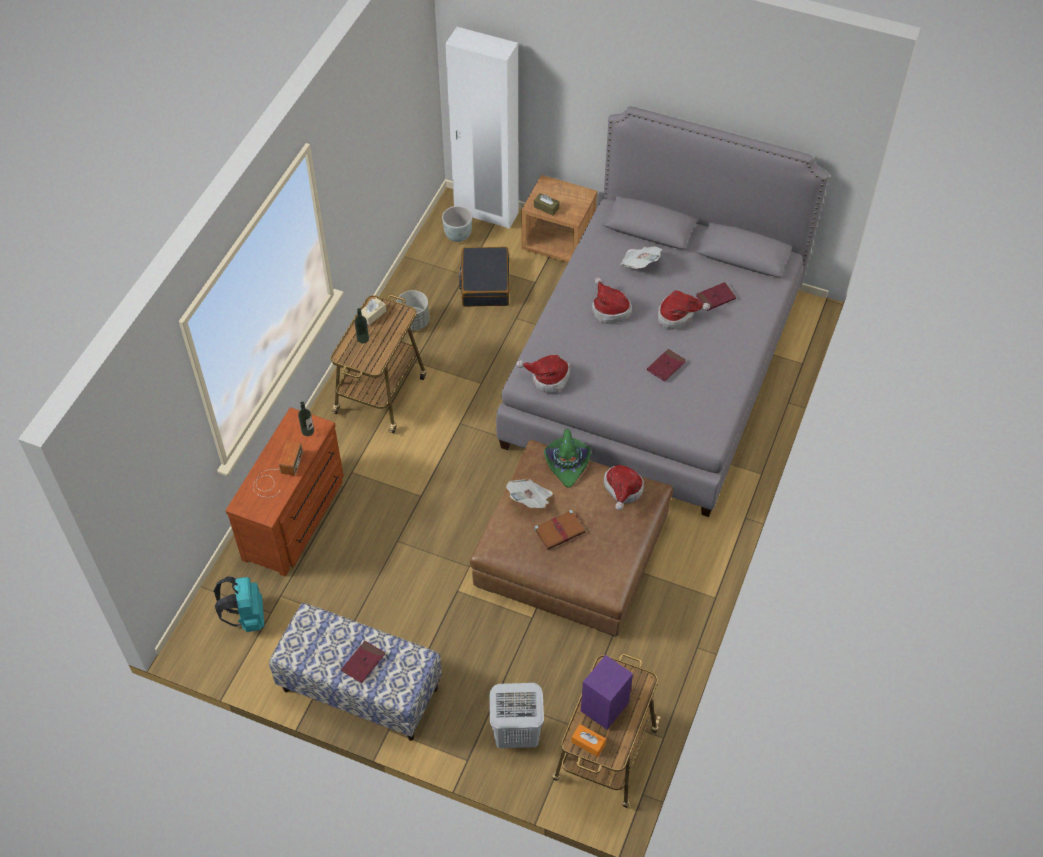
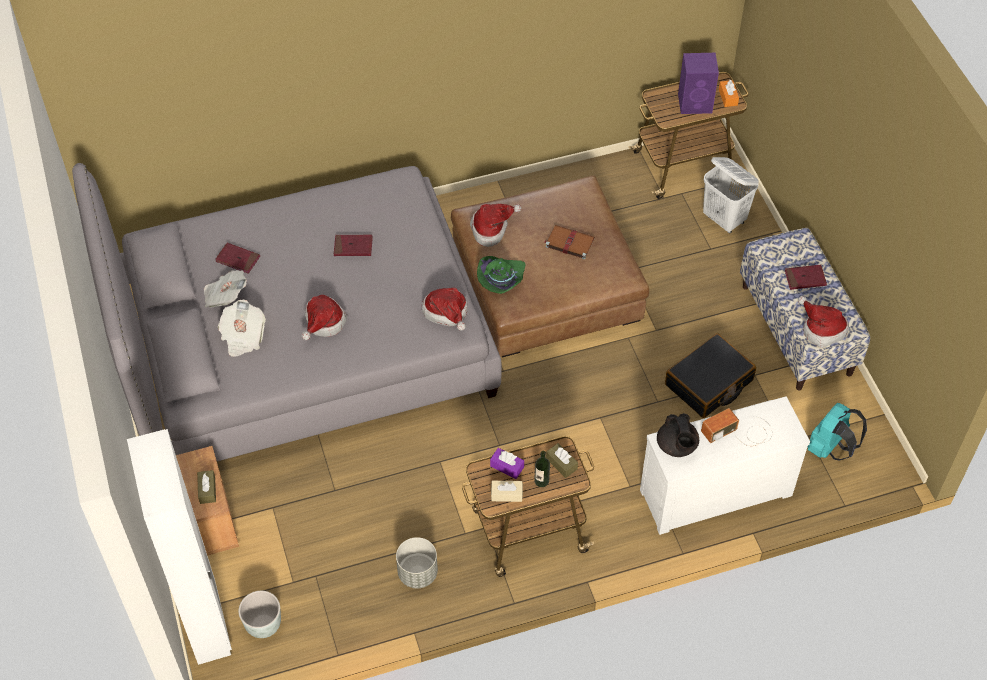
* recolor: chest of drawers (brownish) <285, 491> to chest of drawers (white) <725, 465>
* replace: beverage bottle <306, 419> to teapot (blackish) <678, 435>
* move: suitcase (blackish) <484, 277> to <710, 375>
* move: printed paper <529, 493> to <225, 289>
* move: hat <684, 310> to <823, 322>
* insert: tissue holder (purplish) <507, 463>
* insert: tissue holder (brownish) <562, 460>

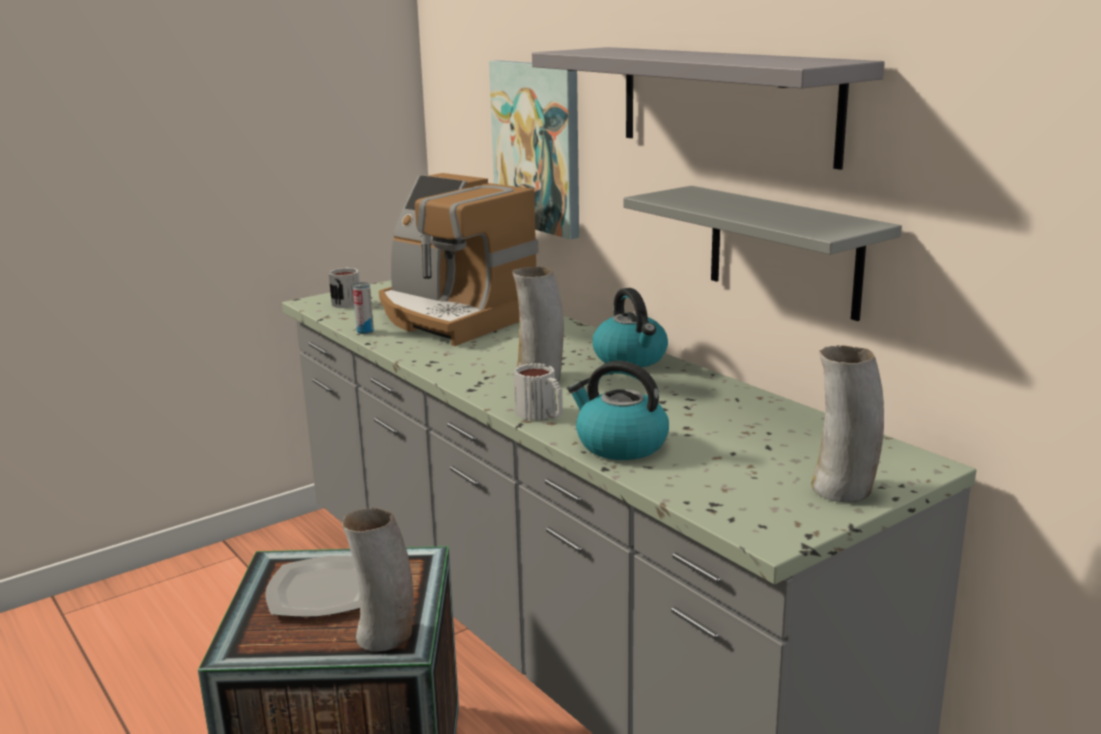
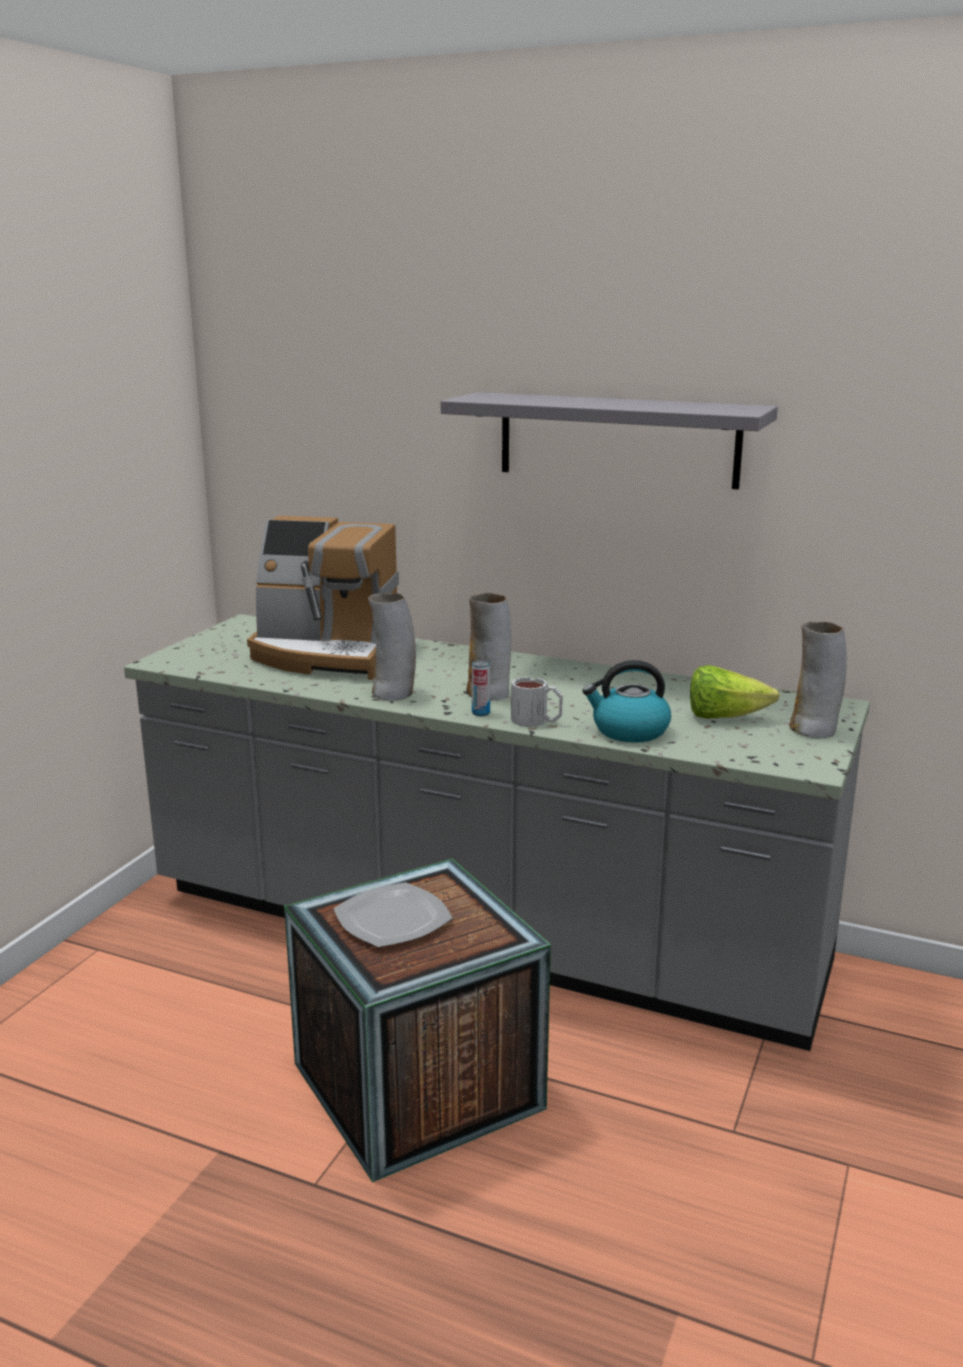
* delete: tea mug <344, 288>
* move: vase <378, 579> to <392, 647>
* move: sealed can <363, 308> to <481, 688>
* delete: wall picture <534, 149>
* delete: water kettle <630, 327>
* delete: shelf (grey) <762, 253>
* insert: head of lettuce <735, 692>

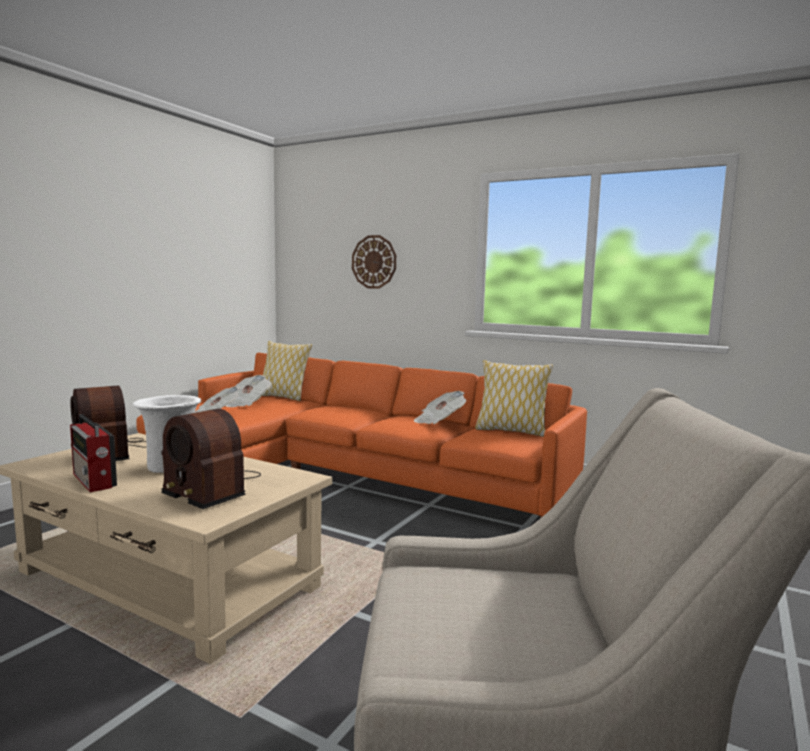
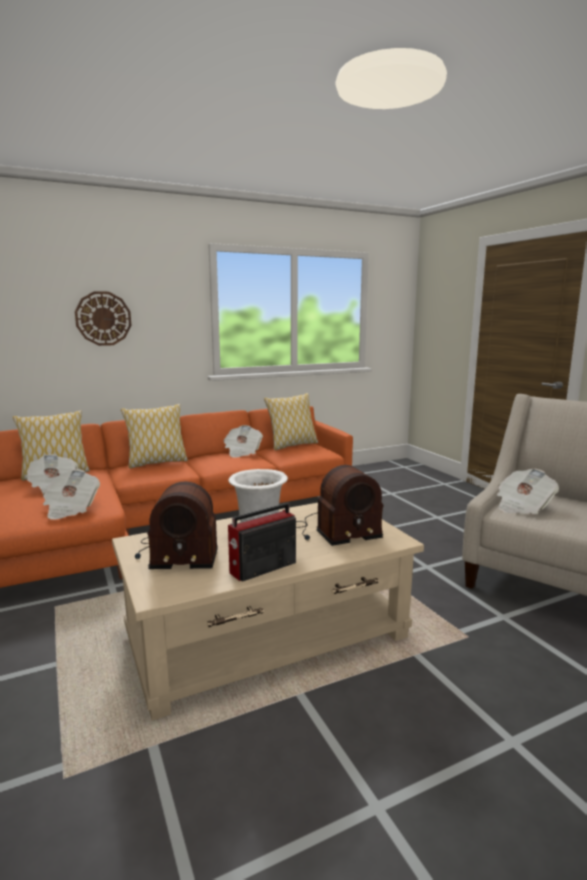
* rotate: radio set <93, 453> = <262, 542> 150 degrees clockwise
* insert: throw pillow <154, 436>
* insert: printed paper <528, 492>

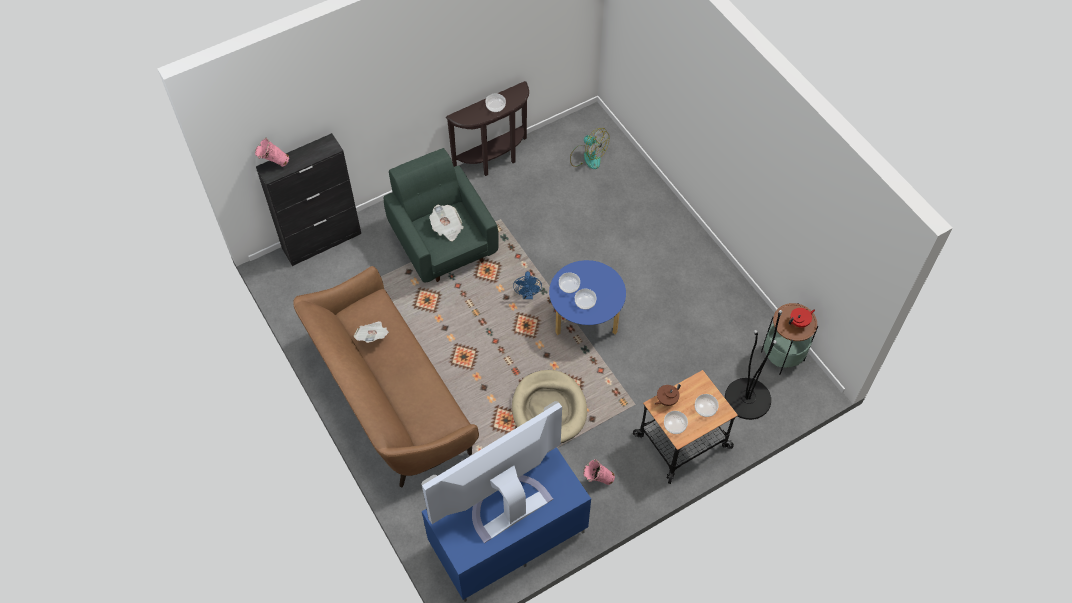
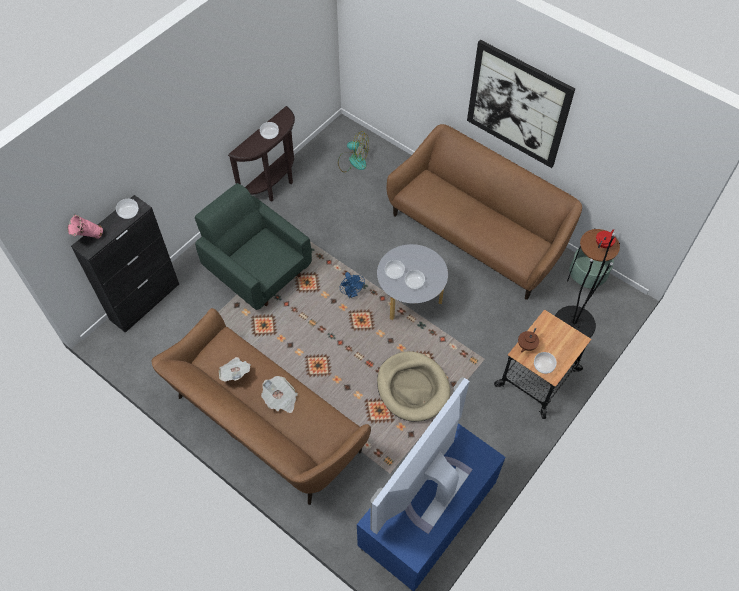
* move: printed paper <446, 223> to <279, 394>
* recolor: lounge table (blue-coloured) <587, 297> to lounge table (grey) <412, 282>
* delete: vase (pinkish) <599, 472>
* move: serving bowl <707, 405> to <127, 209>
* insert: couch (brownish) <484, 212>
* insert: wall picture <521, 104>

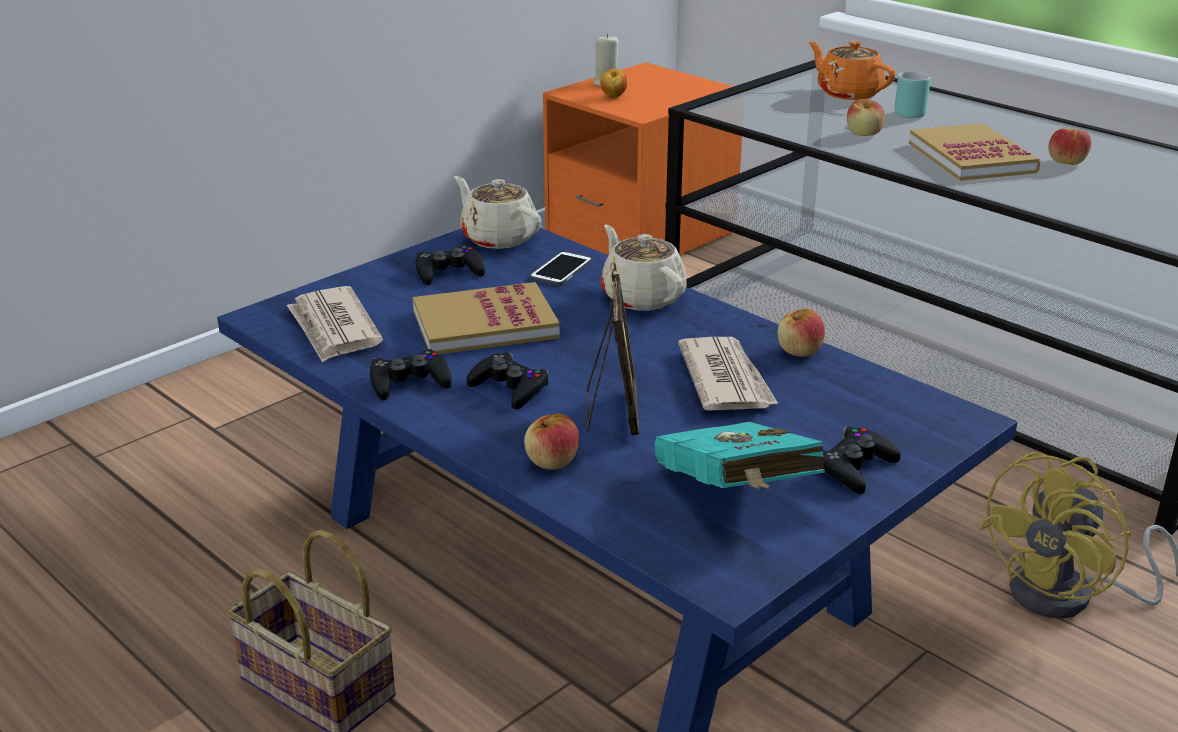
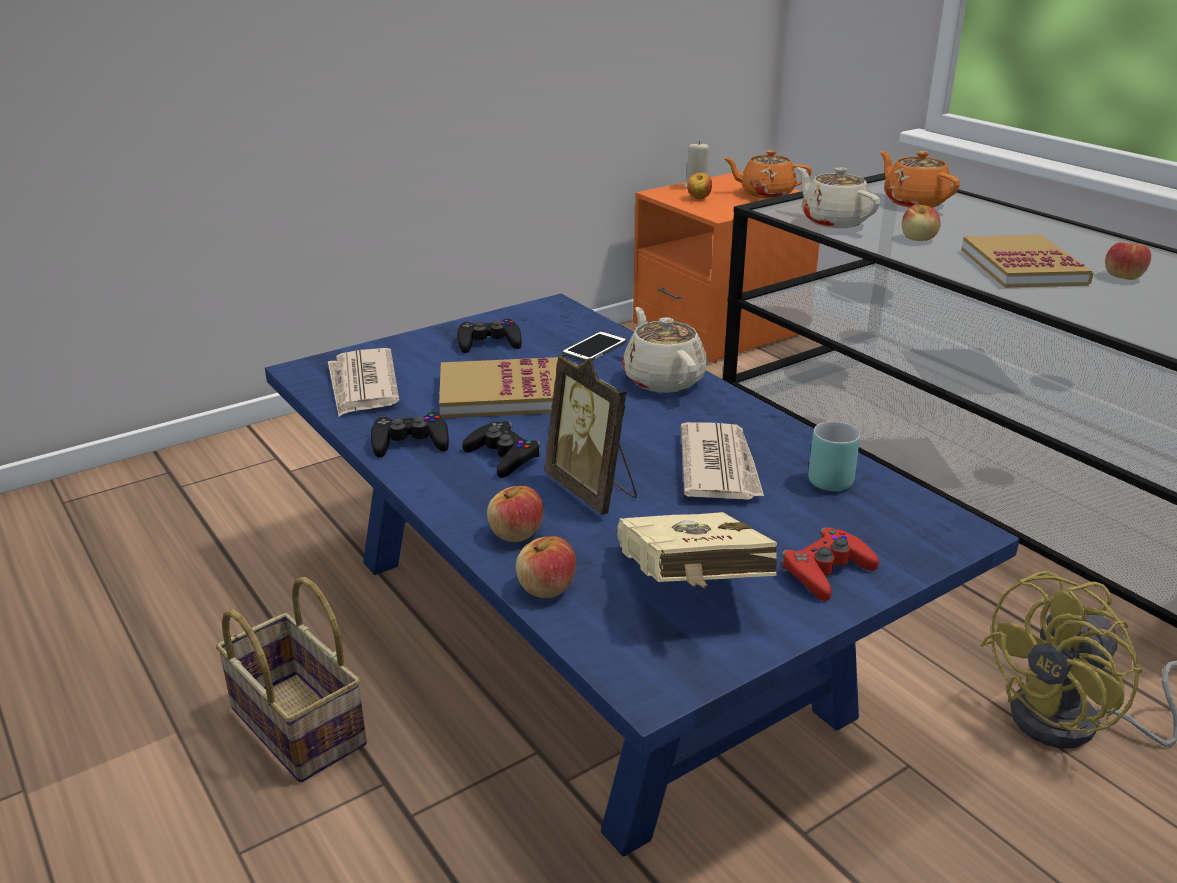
* move: teapot (sand-coloured) <498, 212> to <838, 197>
* rotate: photo frame <613, 354> = <590, 434> 135 degrees clockwise
* recolor: bound book (turquoise-coloured) <740, 455> to bound book (sand-coloured) <697, 550>
* move: whole apple <801, 333> to <546, 567>
* recolor: gamepad (blackish) <861, 460> to gamepad (red-coloured) <830, 564>
* move: tea mug (turquoise-coloured) <912, 94> to <834, 456>
* insert: teapot (orange-coloured) <767, 174>

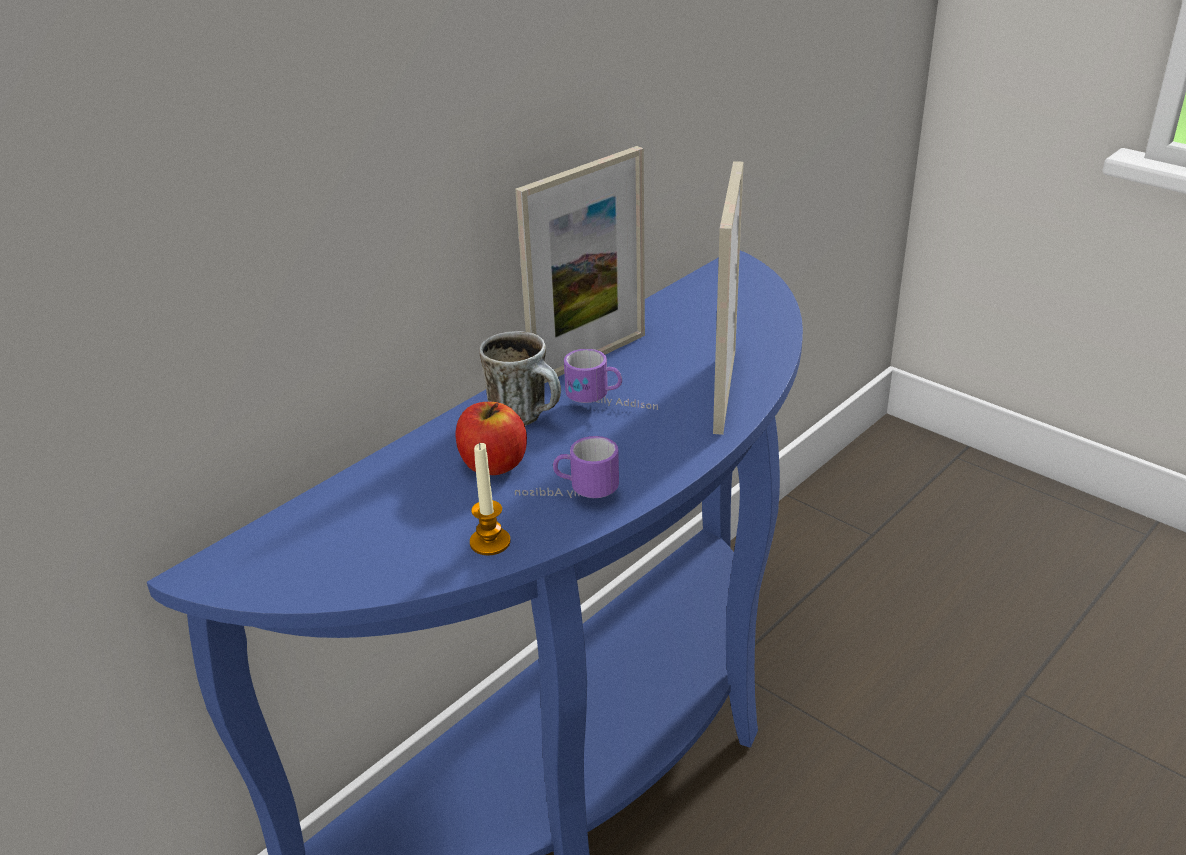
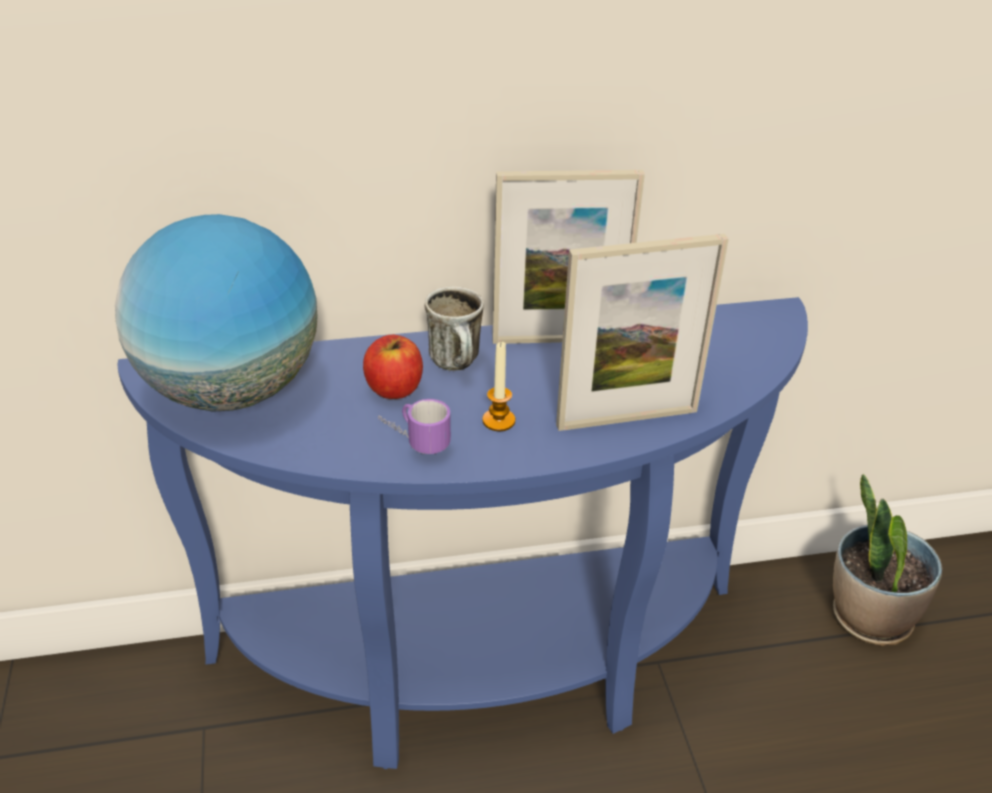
* move: wax candle <490, 499> to <499, 386>
* delete: tea mug <611, 379>
* rotate: photo frame <728, 298> = <642, 332> 150 degrees counterclockwise
* insert: globe <216, 313>
* insert: plant in a pot <887, 560>

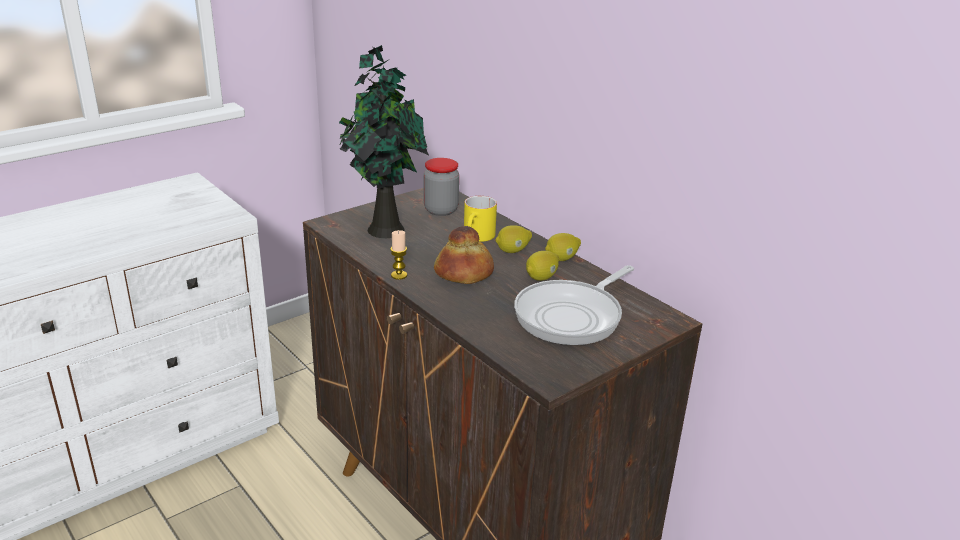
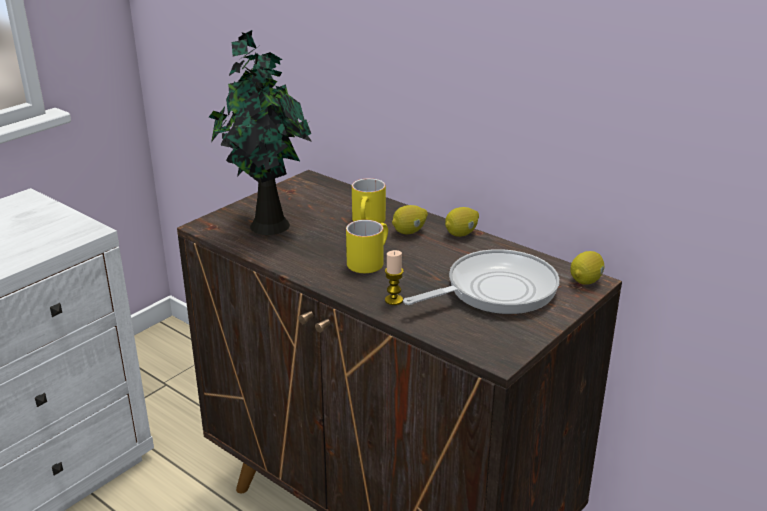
* move: wax candle <398, 255> to <394, 277>
* delete: storage jar <441, 187>
* replace: bakery bread <464, 255> to tea mug (yellowish) <367, 246>
* rotate: skillet <574, 305> = <481, 281> 150 degrees counterclockwise
* move: lemon <542, 266> to <587, 268>

